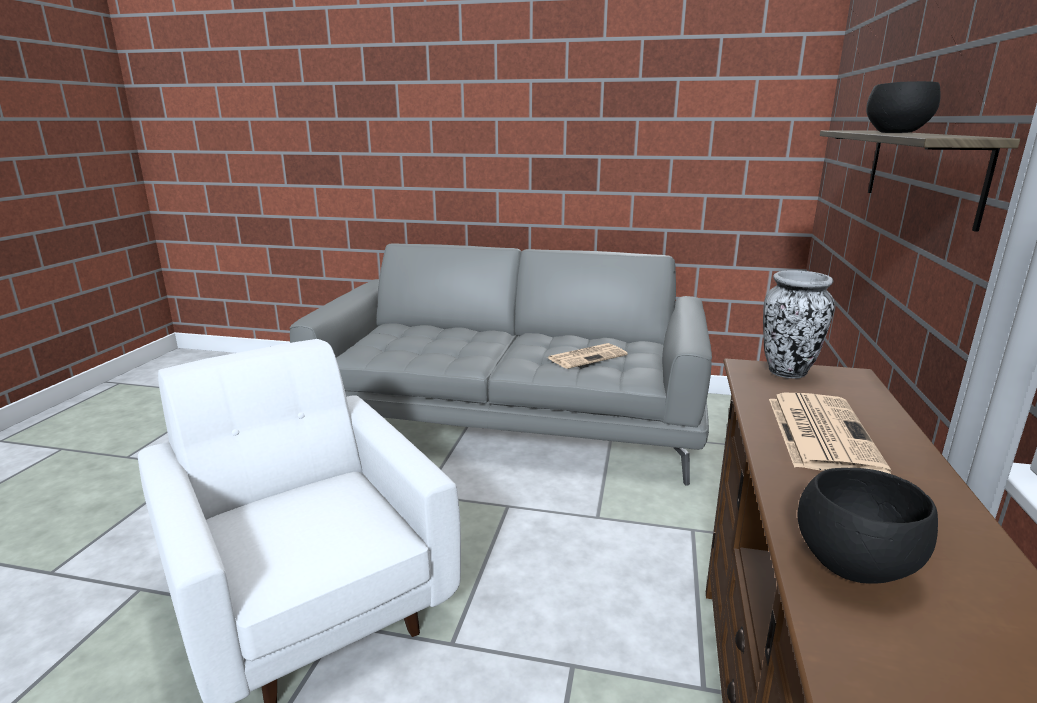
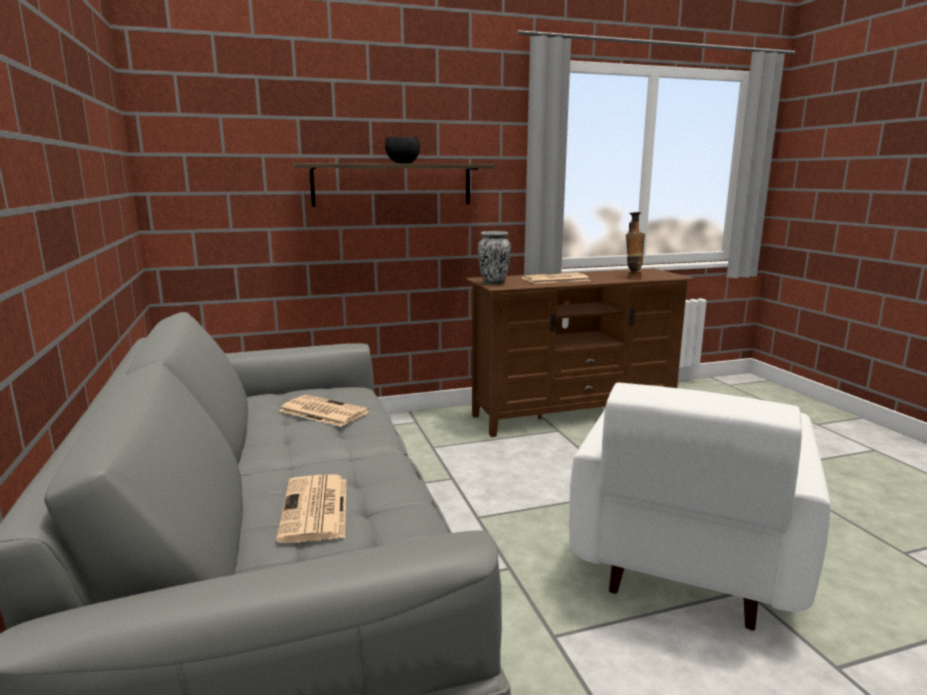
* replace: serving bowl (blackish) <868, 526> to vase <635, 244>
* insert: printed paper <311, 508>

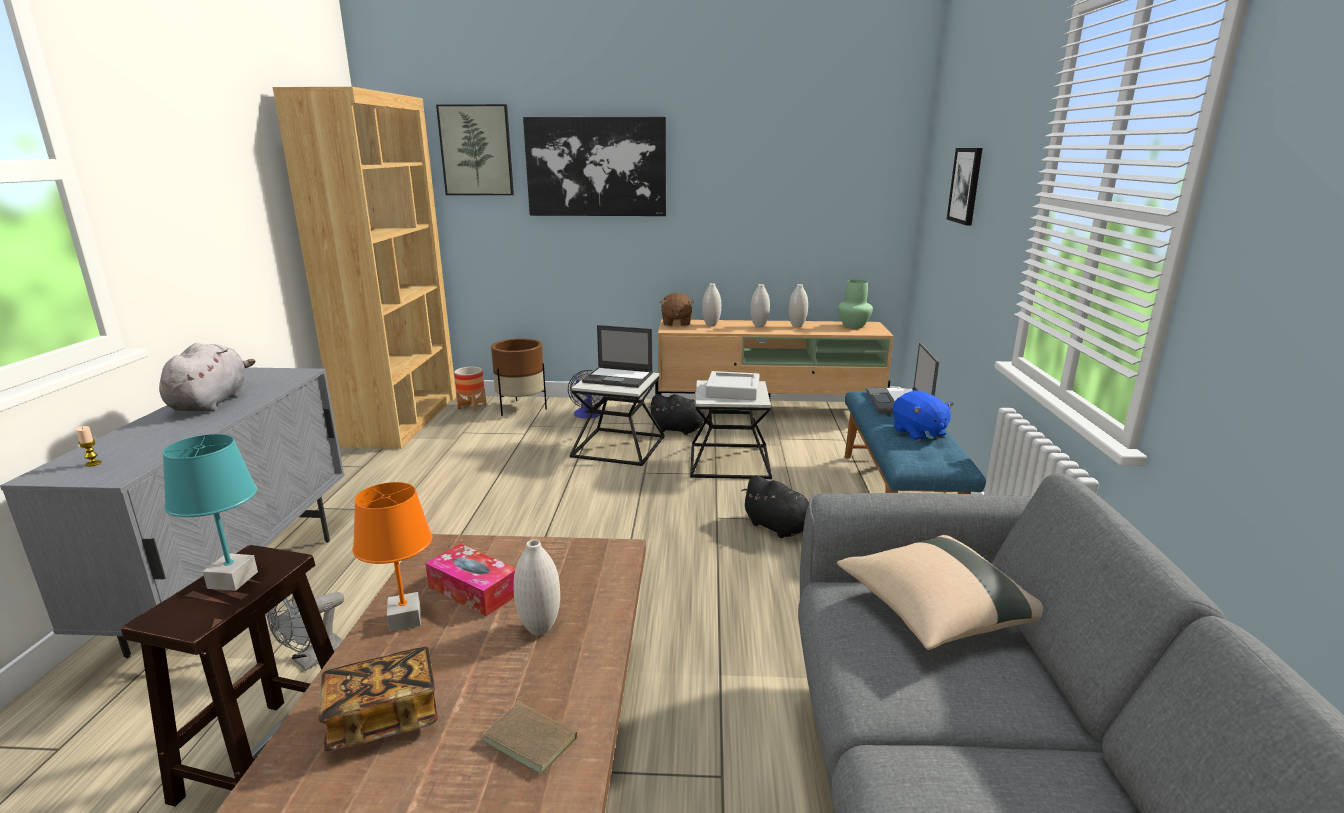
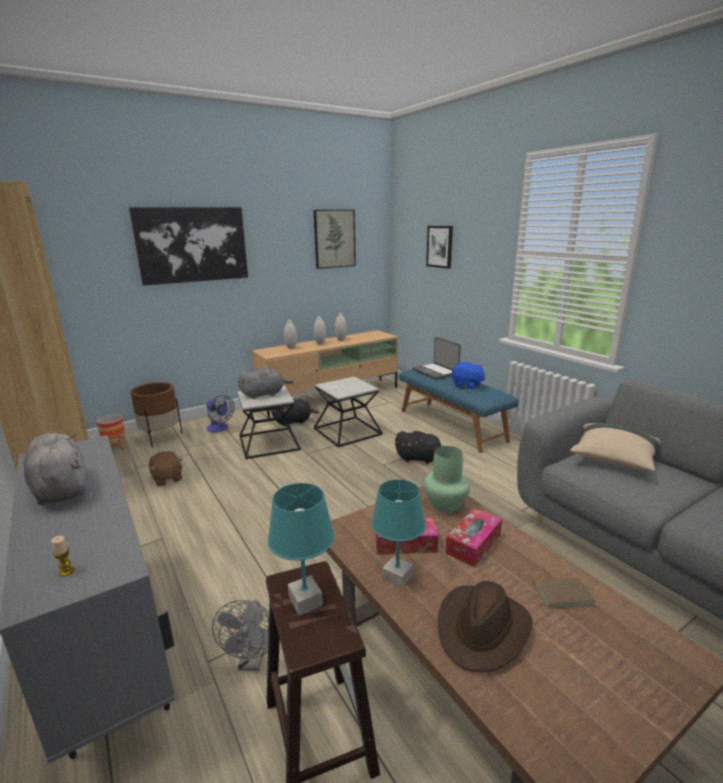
* replace: bound book <378, 699> to hat (brownish) <485, 627>
* recolor: lamp for a table (orange-coloured) <392, 557> to lamp for a table (turquoise-coloured) <398, 533>
* move: wall picture <475, 149> to <335, 239>
* replace: vase (white) <536, 587> to tissue holder <473, 537>
* replace: laptop <617, 356> to cuddly toy (grey) <266, 383>
* move: cuddly toy (brownish) <677, 309> to <166, 468>
* delete: serving tray (grey) <732, 385>
* move: vase (green-coloured) <855, 304> to <447, 479>

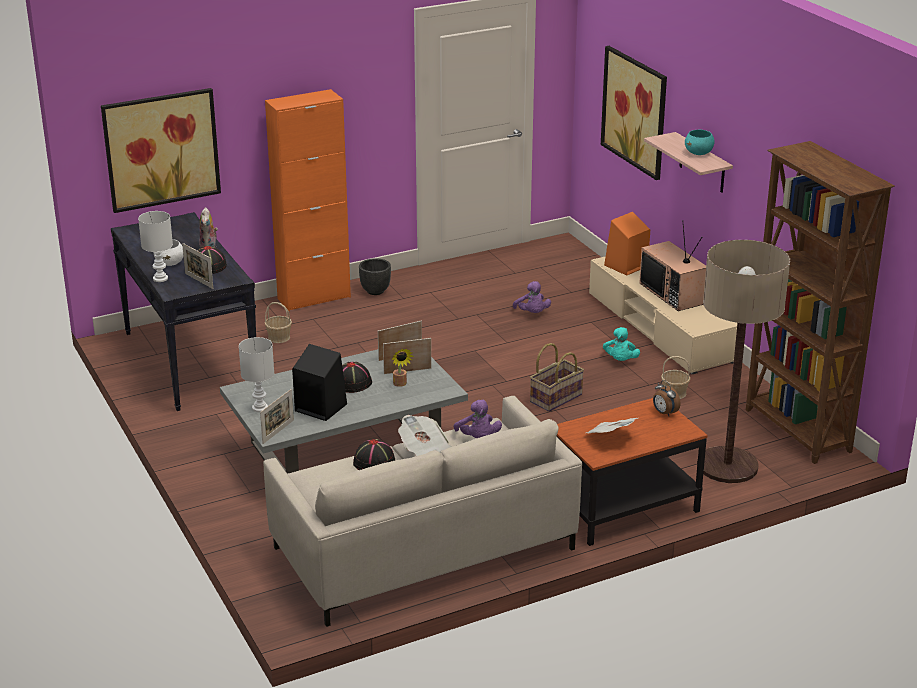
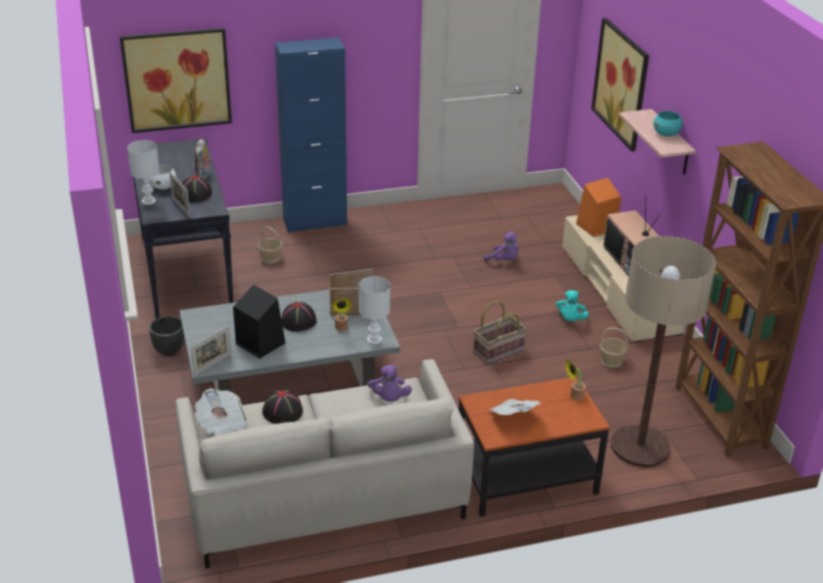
* move: lamp for a table (white) <256, 374> to <374, 310>
* recolor: storage cabinet (orange-coloured) <308, 200> to storage cabinet (blue-coloured) <311, 135>
* move: plant pot (blackish) <375, 276> to <167, 336>
* move: printed paper <425, 435> to <221, 411>
* rotate: cuddly toy (purplish) <532, 297> = <501, 246> 45 degrees counterclockwise
* replace: bedside clock <666, 398> to plant in a pot <575, 380>

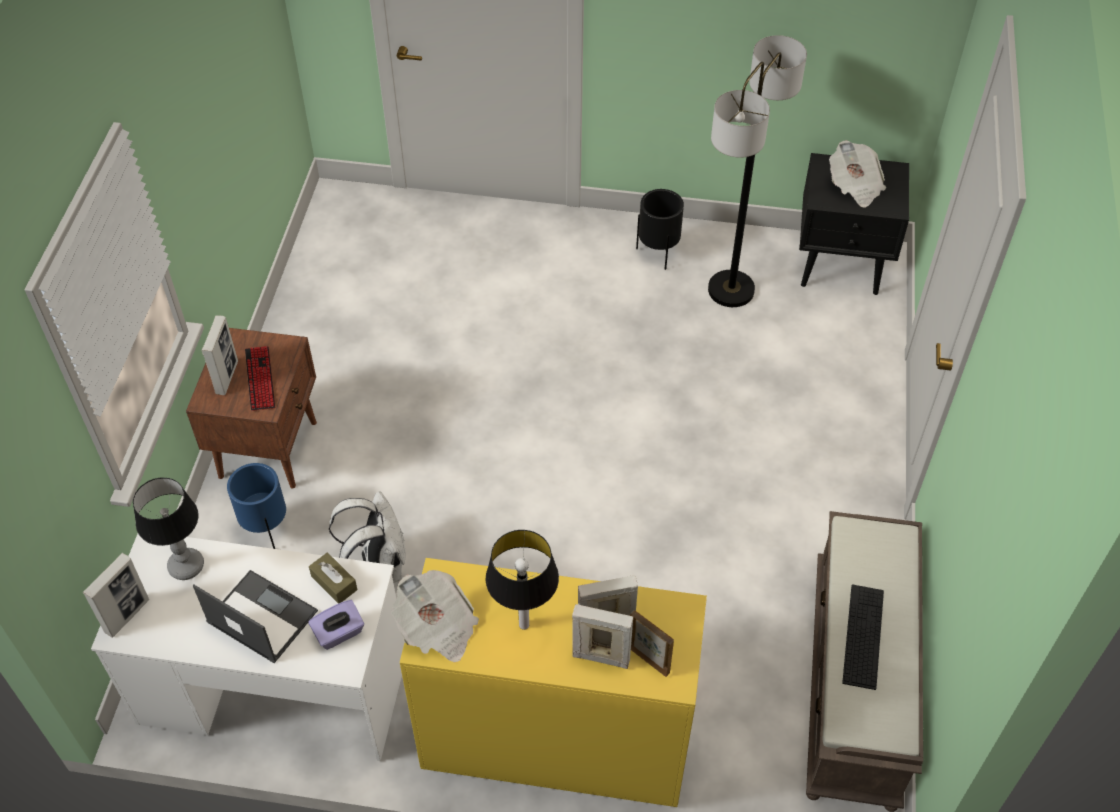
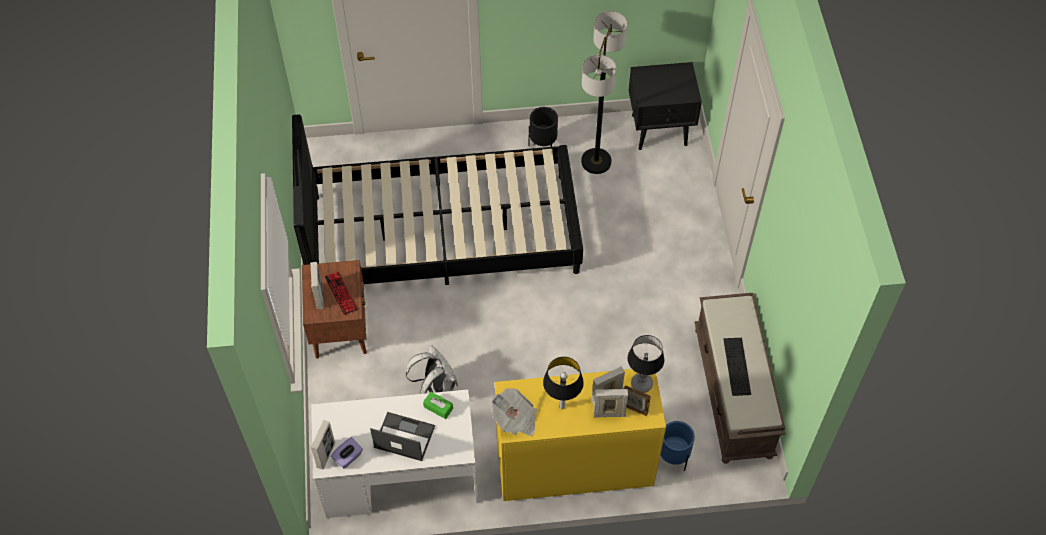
* move: lamp for a table <168, 528> to <645, 364>
* move: plant pot (blue-coloured) <256, 506> to <677, 446>
* move: tissue holder (purplish) <336, 625> to <347, 453>
* recolor: tissue holder (brownish) <333, 578> to tissue holder (green-coloured) <438, 405>
* delete: printed paper <857, 174>
* insert: bedroom bed (blackish) <437, 200>

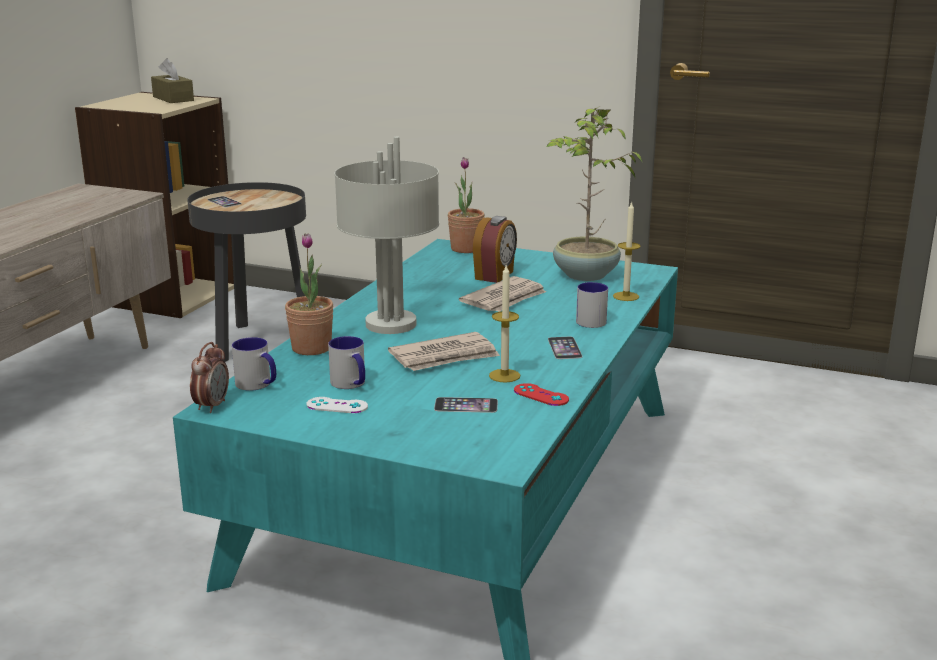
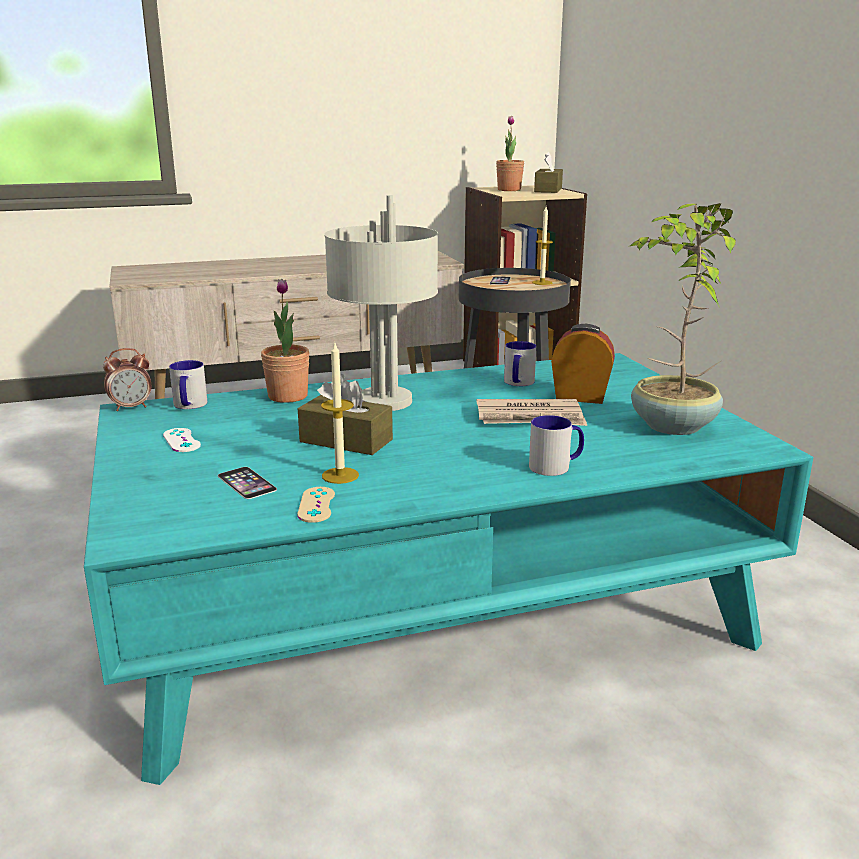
* move: tea mug <346, 362> to <520, 363>
* replace: printed paper <444, 351> to tissue holder (brownish) <345, 414>
* move: plant in a pot <466, 205> to <510, 153>
* rotate: bedside clock <495, 249> = <583, 364> 150 degrees counterclockwise
* recolor: gamepad (red-coloured) <541, 394> to gamepad (sand-coloured) <316, 505>
* delete: phone <565, 348>
* move: wax candle <626, 251> to <542, 246>

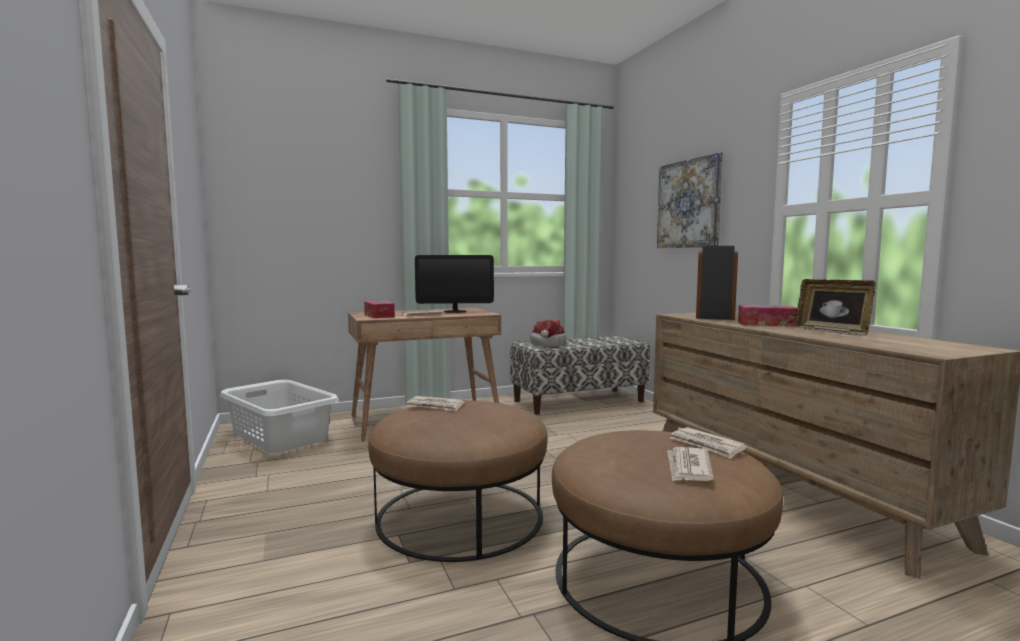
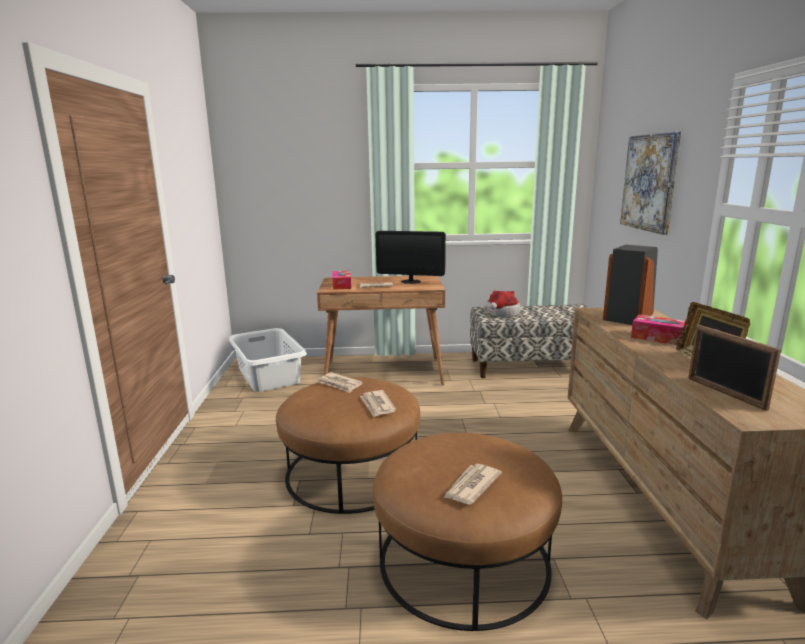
* move: printed paper <708, 443> to <378, 403>
* insert: photo frame <734, 368>

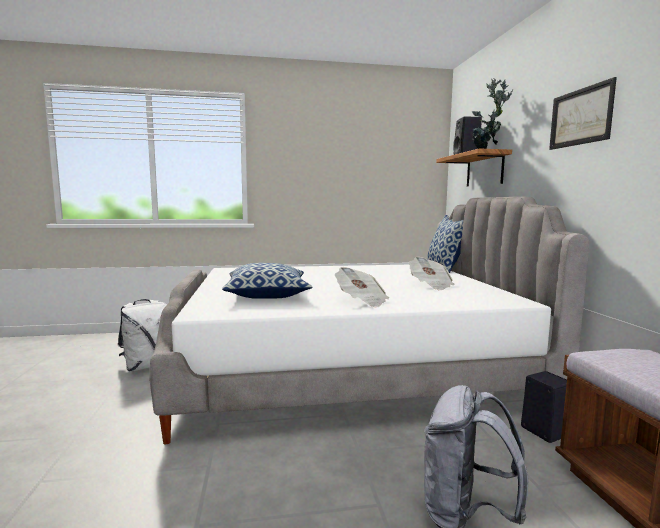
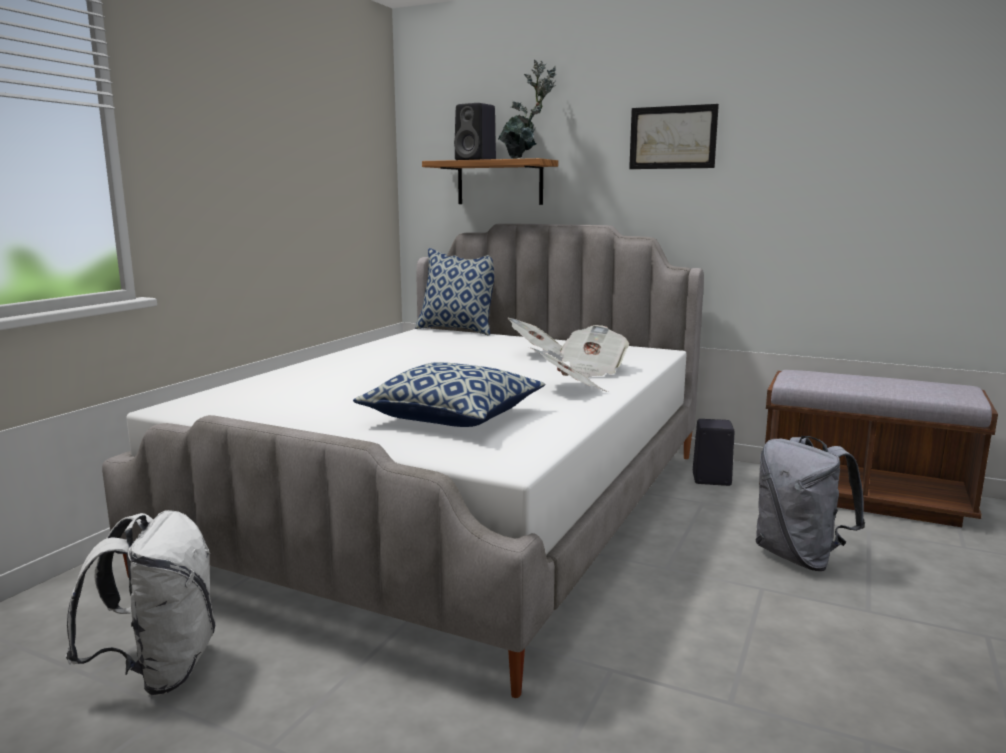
* insert: printed paper <594, 351>

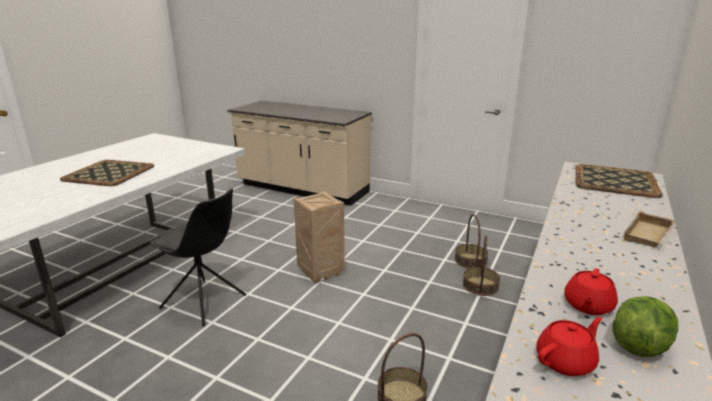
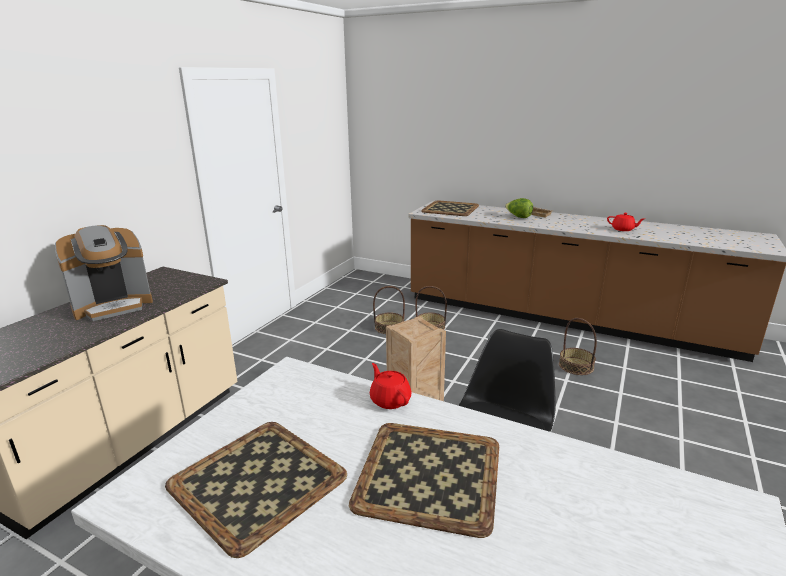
* move: teapot (red-coloured) <569, 346> to <391, 386>
* move: head of lettuce <645, 326> to <519, 208>
* insert: coffee brewer <104, 273>
* insert: serving tray <256, 490>

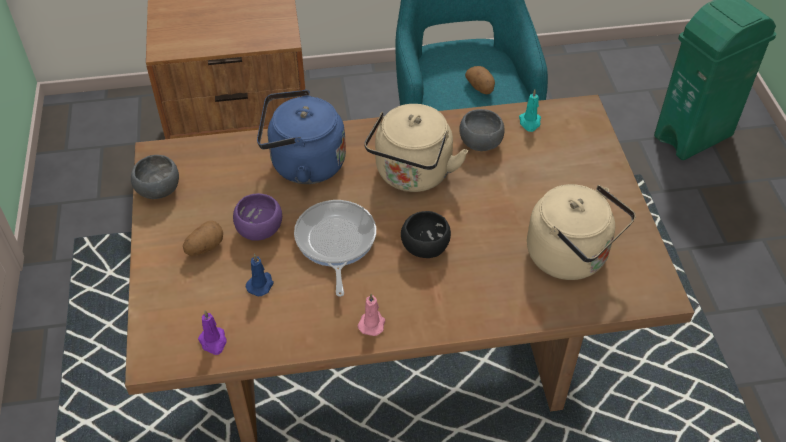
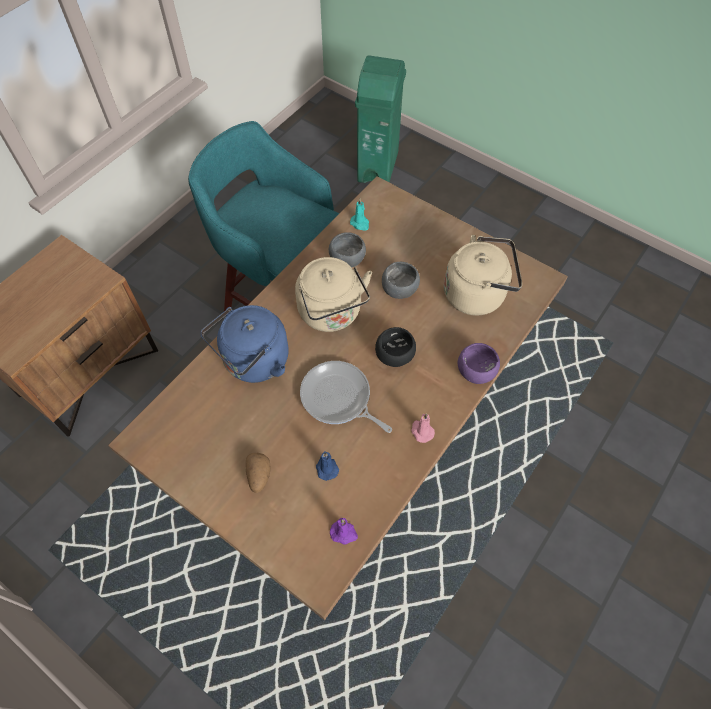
* move: serving bowl (grey) <155, 177> to <401, 280>
* move: serving bowl (purplish) <257, 217> to <479, 363>
* delete: whole potato <480, 80>

